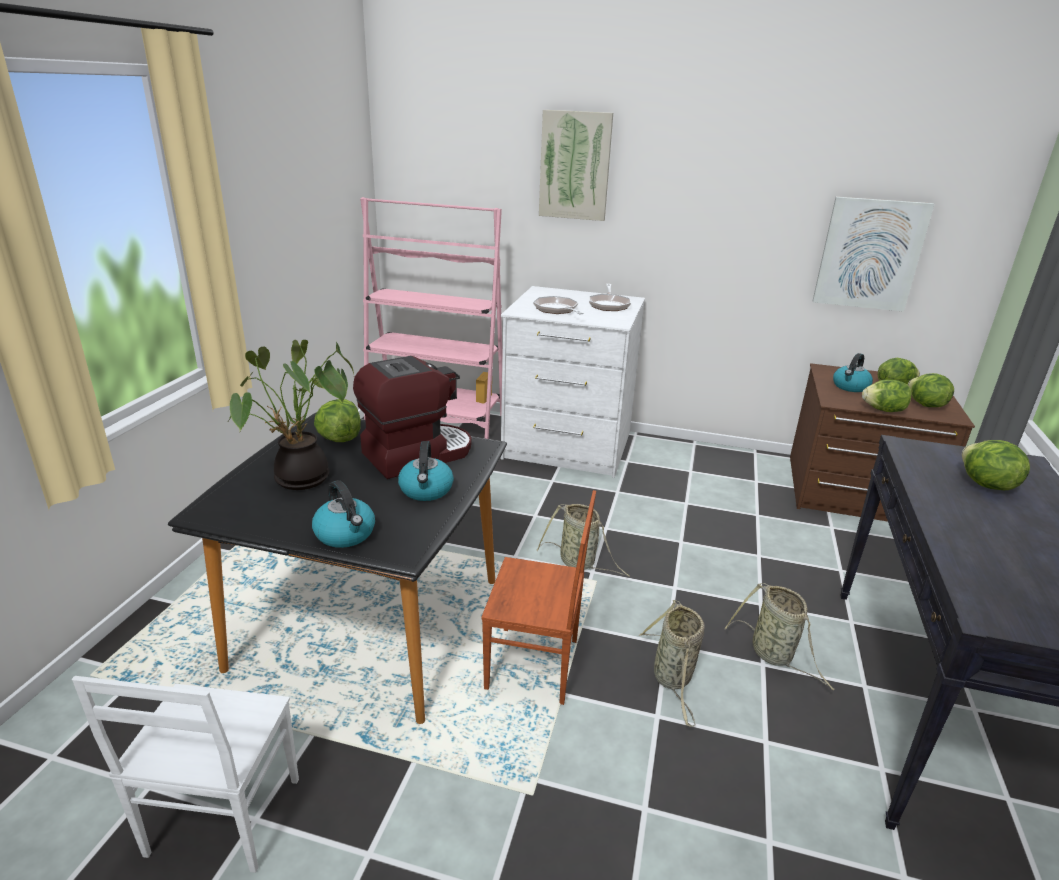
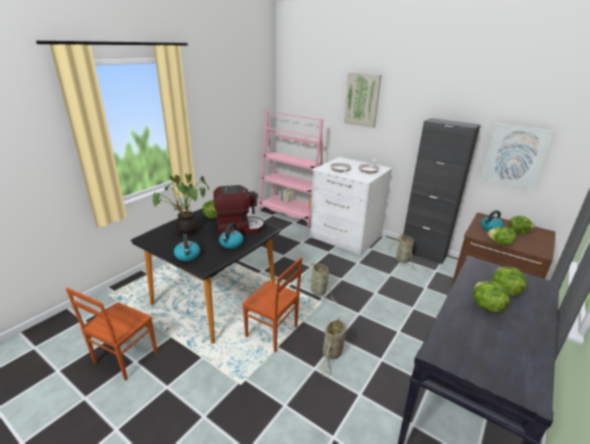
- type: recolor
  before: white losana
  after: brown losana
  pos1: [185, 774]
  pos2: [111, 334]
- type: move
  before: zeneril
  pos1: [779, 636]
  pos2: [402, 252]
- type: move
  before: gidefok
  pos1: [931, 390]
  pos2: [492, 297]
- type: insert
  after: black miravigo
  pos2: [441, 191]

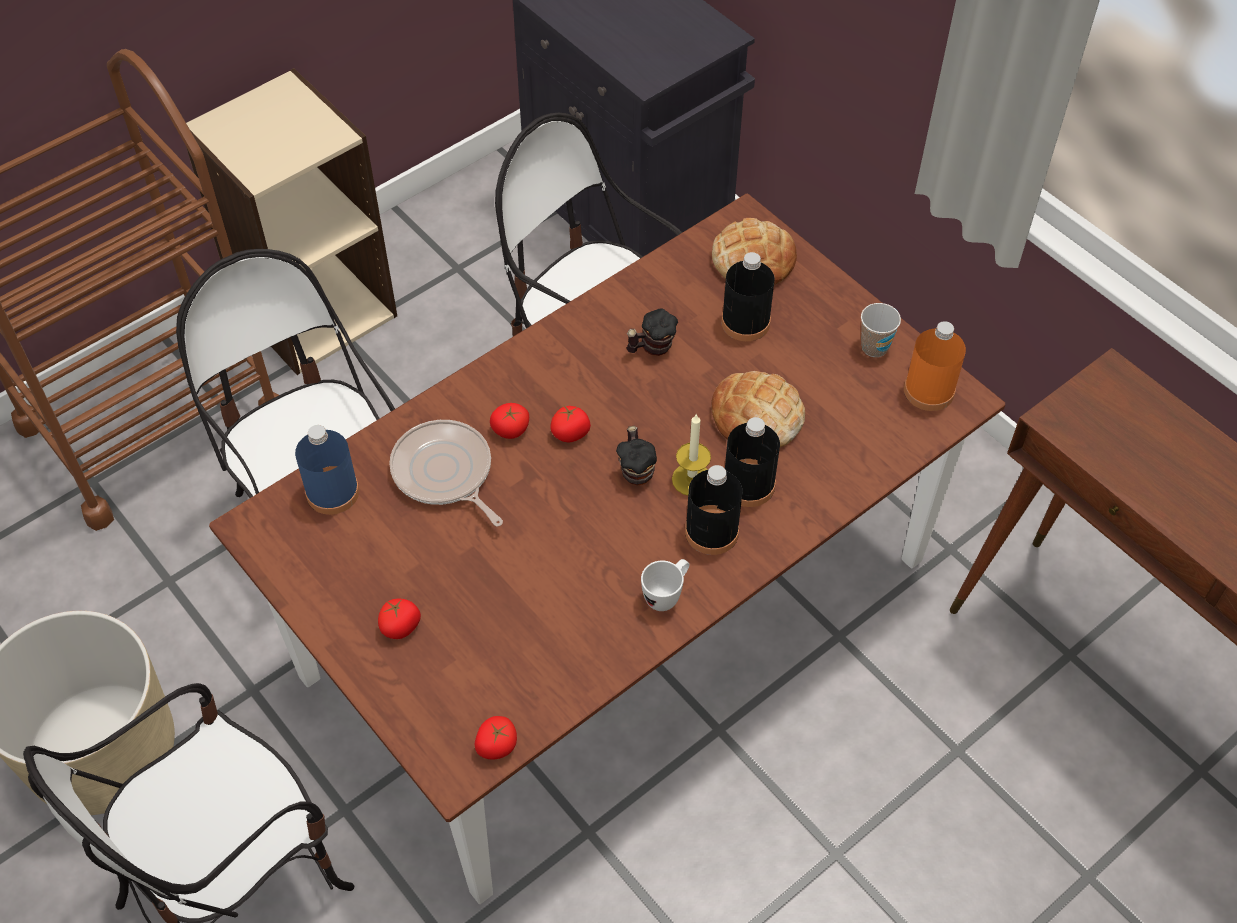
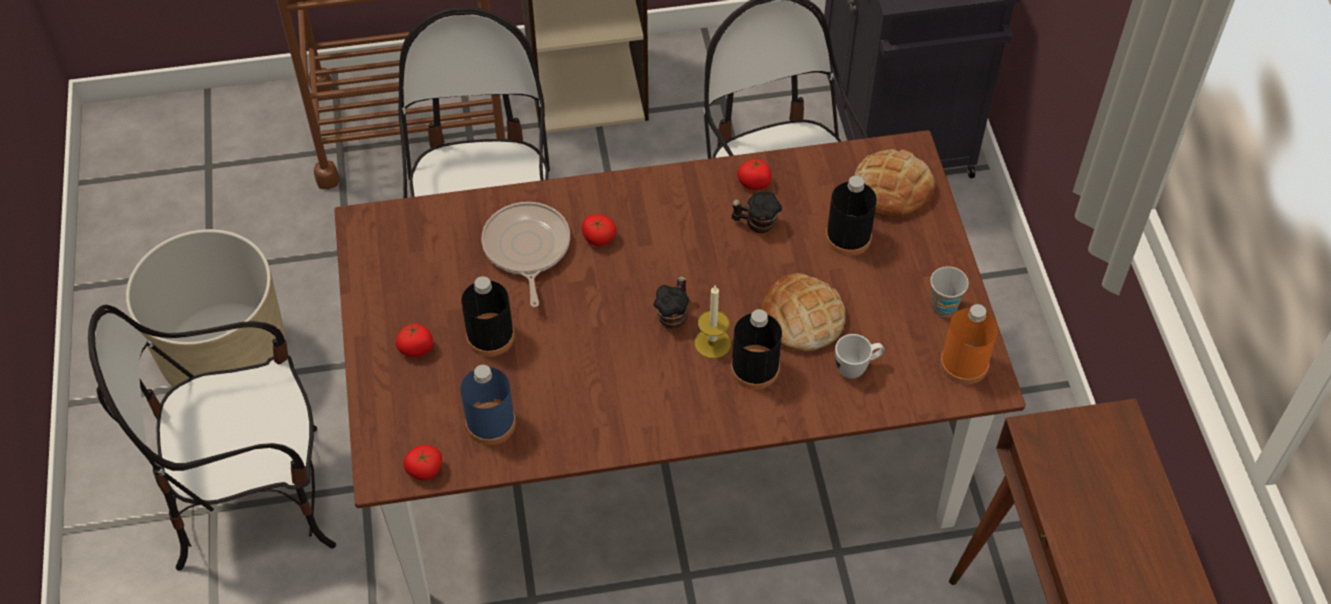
- type: move
  before: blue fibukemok
  pos1: [327, 470]
  pos2: [488, 405]
- type: move
  before: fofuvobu
  pos1: [570, 424]
  pos2: [754, 174]
- type: move
  before: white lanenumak
  pos1: [665, 585]
  pos2: [859, 356]
- type: move
  before: black fibukemok
  pos1: [713, 510]
  pos2: [487, 316]

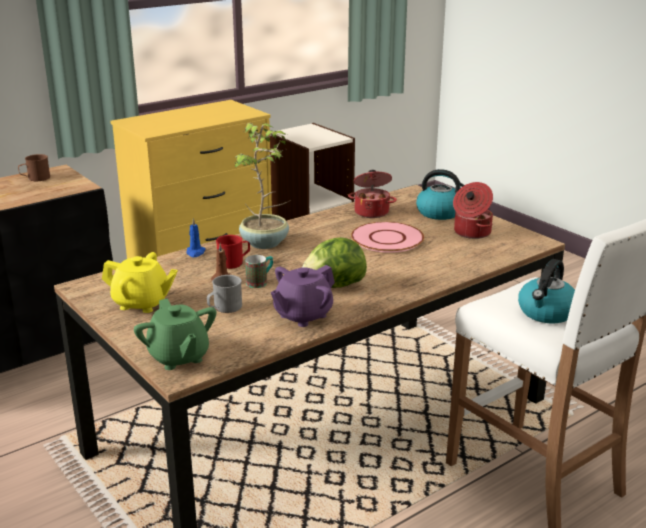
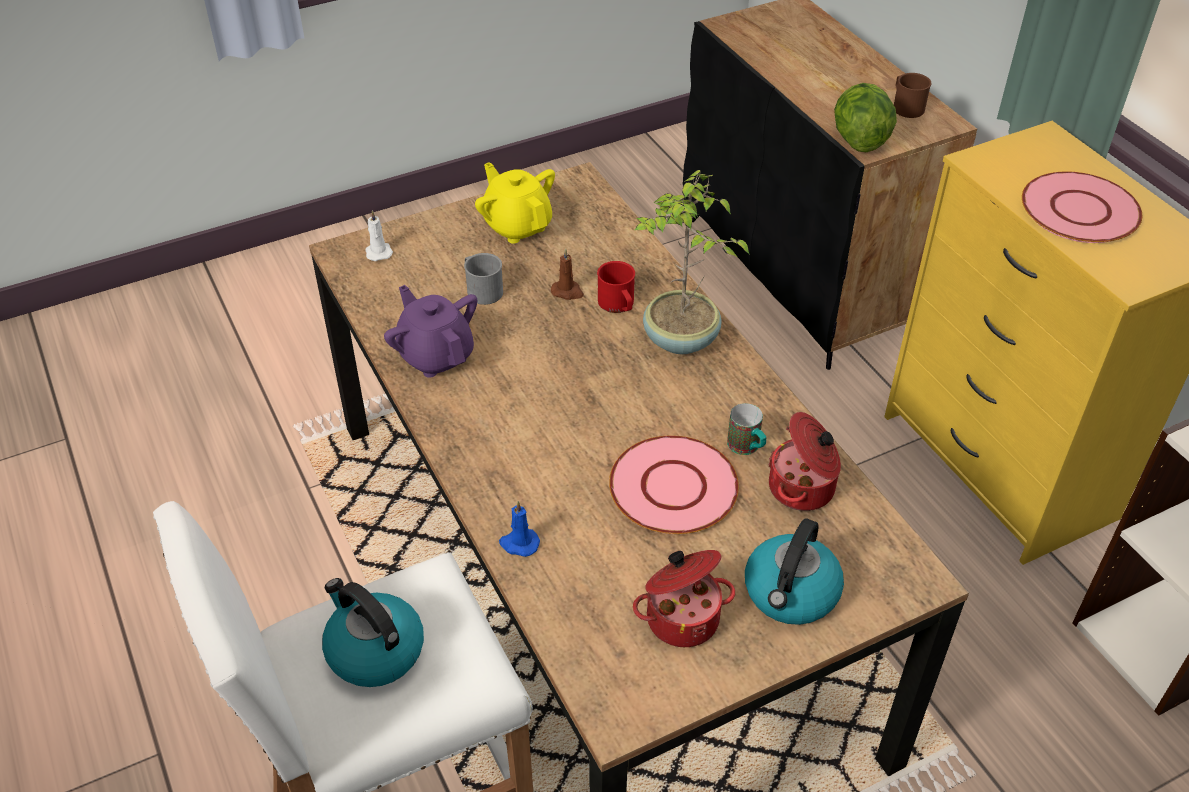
- type: rotate
  before: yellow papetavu
  pos1: [140, 282]
  pos2: [515, 203]
  turn: 120
- type: replace
  before: green papetavu
  after: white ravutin
  pos1: [175, 334]
  pos2: [379, 235]
- type: move
  before: blue ravutin
  pos1: [195, 237]
  pos2: [519, 529]
- type: move
  before: lanenumak
  pos1: [259, 271]
  pos2: [747, 429]
- type: move
  before: gidefok
  pos1: [334, 262]
  pos2: [865, 117]
- type: insert
  after: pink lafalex
  pos2: [1082, 207]

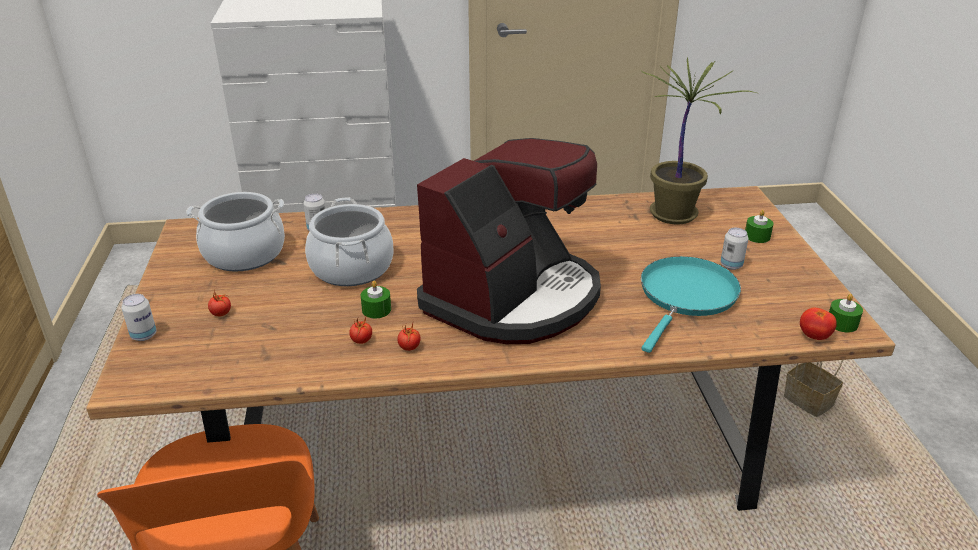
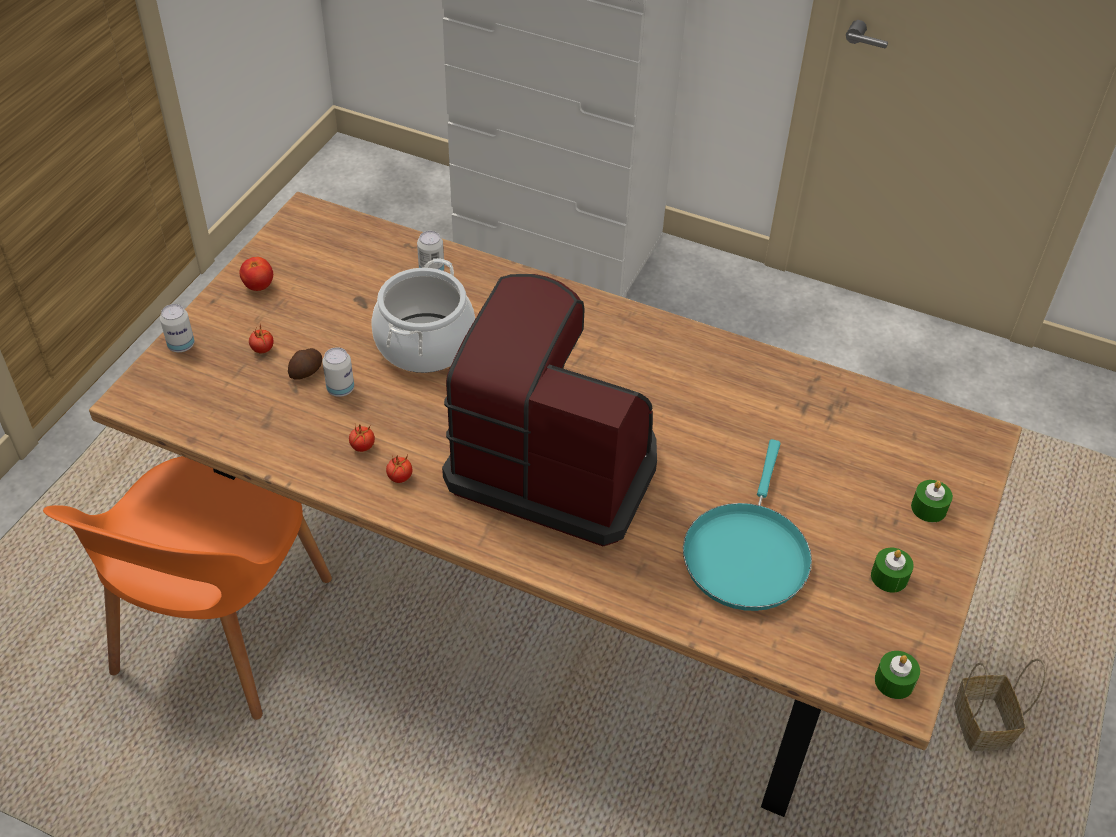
- type: delete
  before: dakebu
  pos1: [235, 232]
- type: move
  before: green ravutin
  pos1: [376, 300]
  pos2: [892, 570]
- type: rotate
  before: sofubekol
  pos1: [509, 241]
  pos2: [549, 410]
  turn: -135
- type: delete
  before: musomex
  pos1: [698, 141]
- type: rotate
  before: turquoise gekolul
  pos1: [691, 304]
  pos2: [747, 525]
  turn: 135
- type: move
  before: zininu
  pos1: [734, 249]
  pos2: [338, 372]
- type: move
  before: fofuvobu
  pos1: [818, 323]
  pos2: [256, 274]
- type: insert
  after: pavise
  pos2: [305, 364]

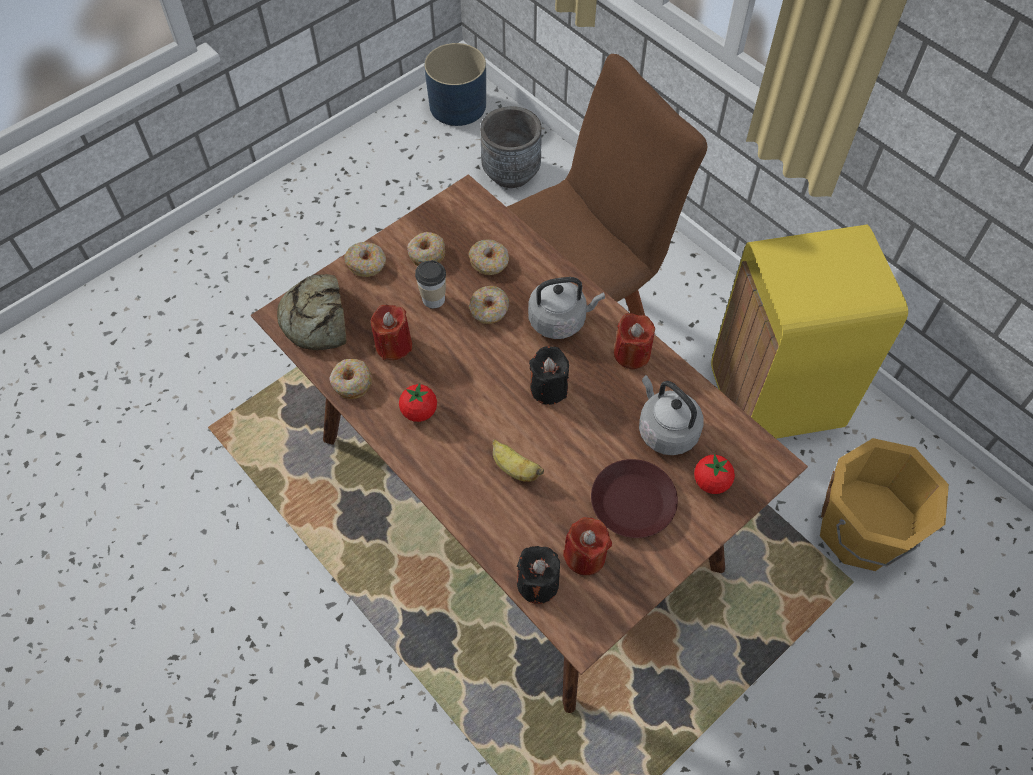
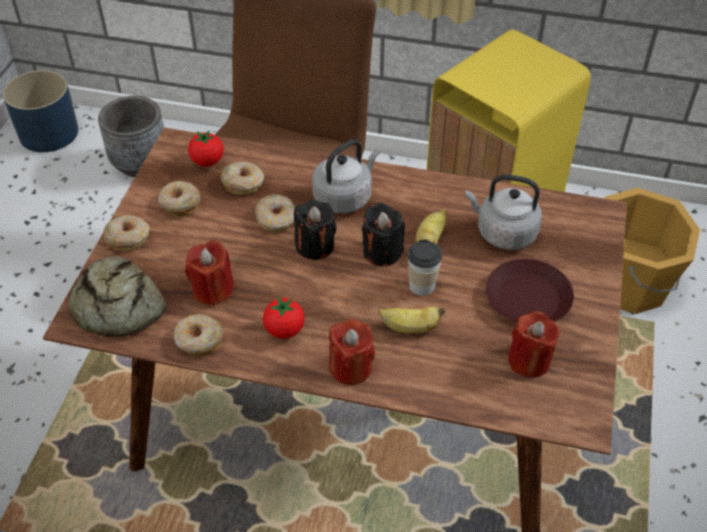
- type: move
  before: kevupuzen
  pos1: [430, 284]
  pos2: [424, 268]
- type: move
  before: black ravutin
  pos1: [538, 575]
  pos2: [315, 229]
- type: move
  before: red ravutin
  pos1: [634, 341]
  pos2: [352, 352]
- type: move
  before: fofuvobu
  pos1: [714, 474]
  pos2: [206, 148]
- type: insert
  after: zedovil
  pos2: [431, 226]

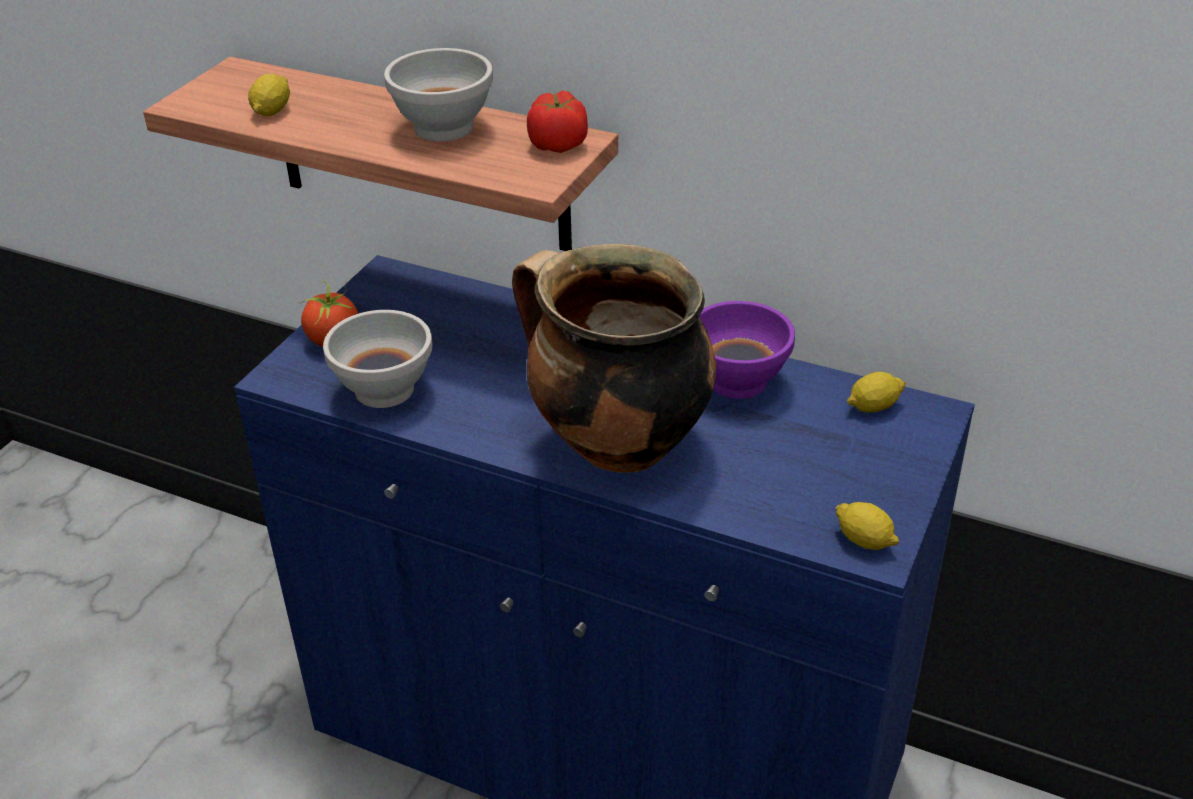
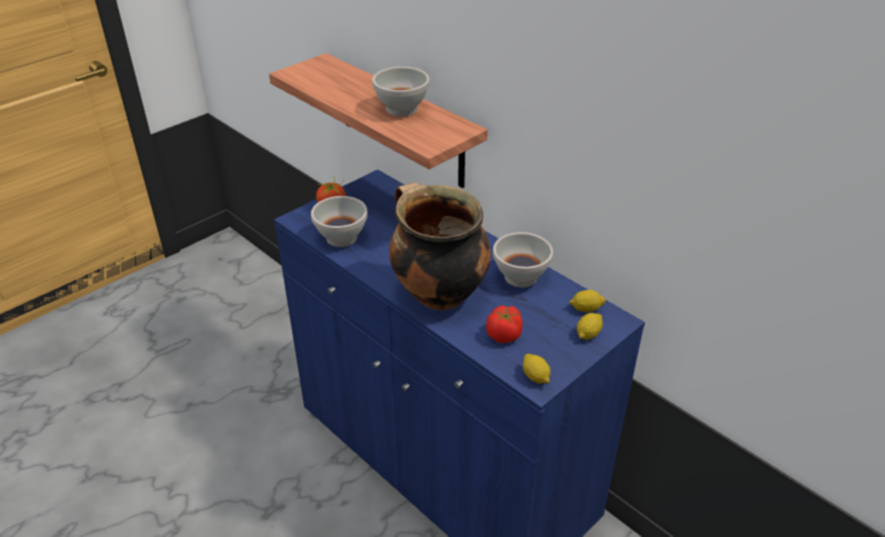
- type: move
  before: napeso
  pos1: [269, 95]
  pos2: [590, 326]
- type: move
  before: fofuvobu
  pos1: [557, 122]
  pos2: [504, 324]
- type: recolor
  before: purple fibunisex
  after: white fibunisex
  pos1: [747, 350]
  pos2: [523, 259]

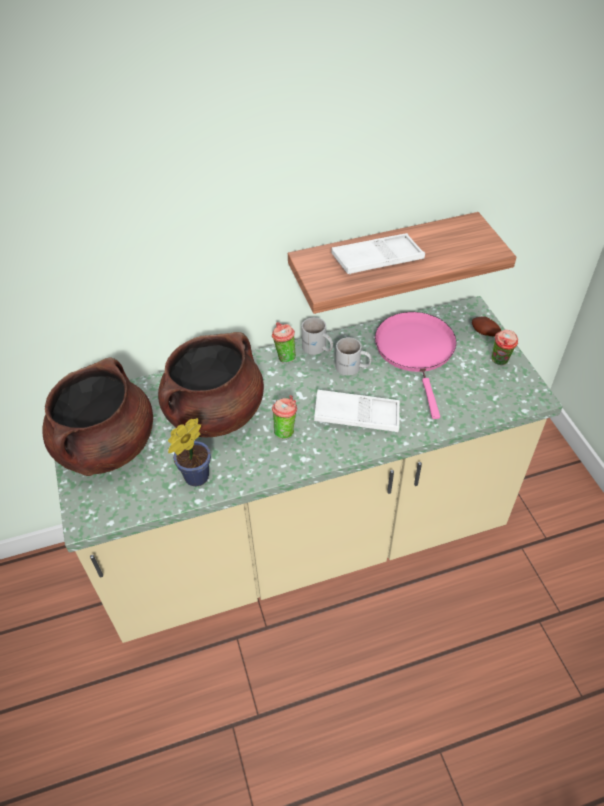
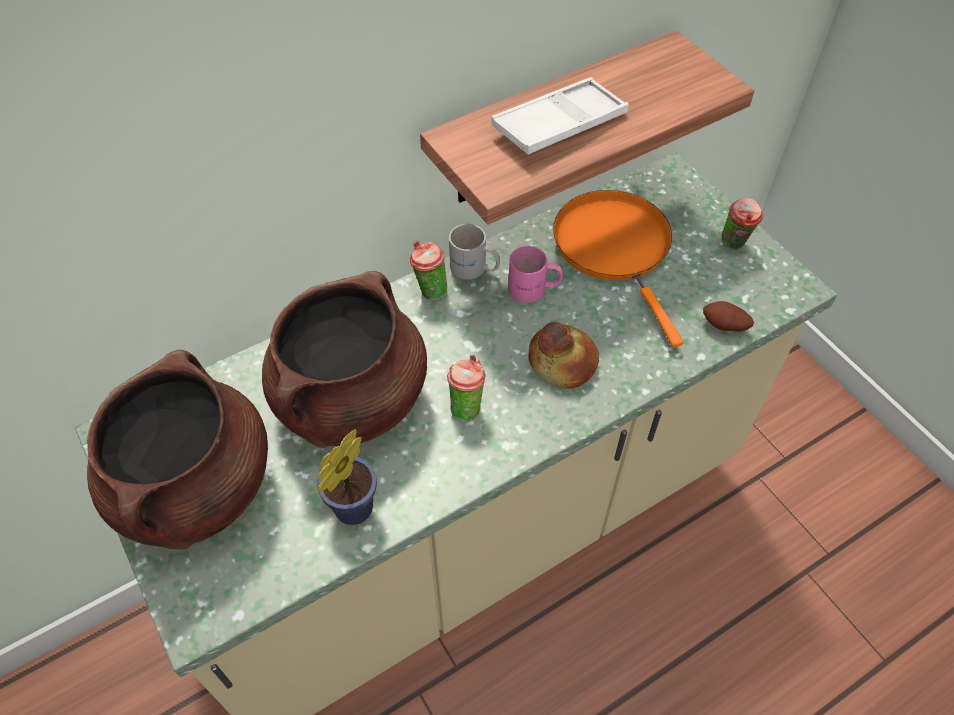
- type: replace
  before: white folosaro
  after: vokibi
  pos1: [357, 411]
  pos2: [563, 355]
- type: recolor
  before: white lanenumak
  after: pink lanenumak
  pos1: [354, 356]
  pos2: [535, 274]
- type: recolor
  before: pink gekolul
  after: orange gekolul
  pos1: [416, 365]
  pos2: [618, 269]
- type: move
  before: pavise
  pos1: [486, 326]
  pos2: [728, 316]

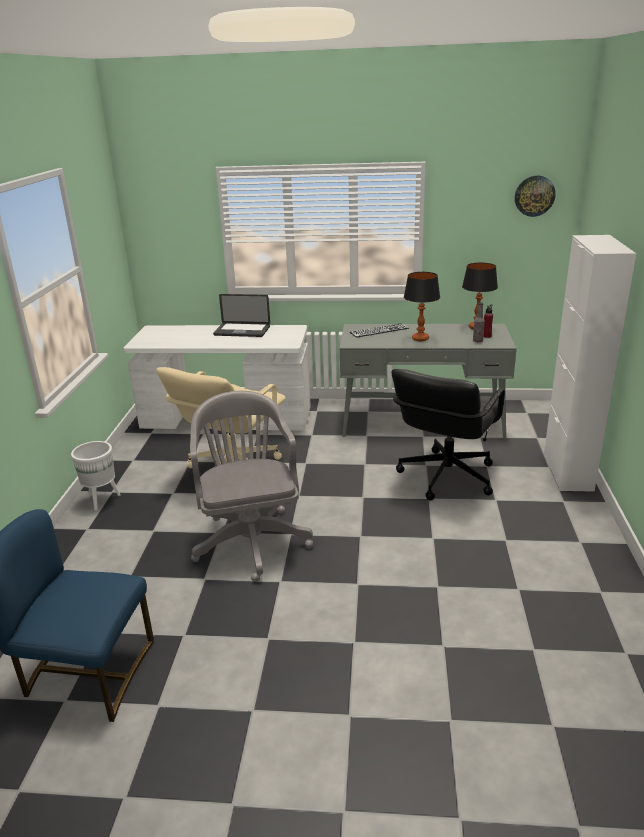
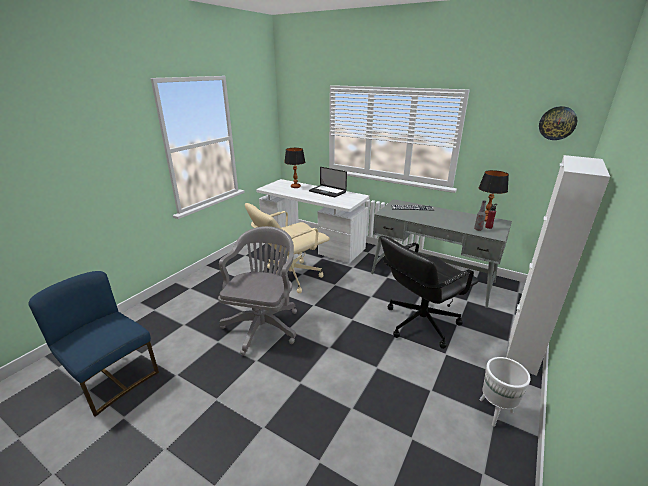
- type: move
  before: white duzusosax
  pos1: [96, 475]
  pos2: [505, 392]
- type: move
  before: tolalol
  pos1: [422, 306]
  pos2: [294, 168]

